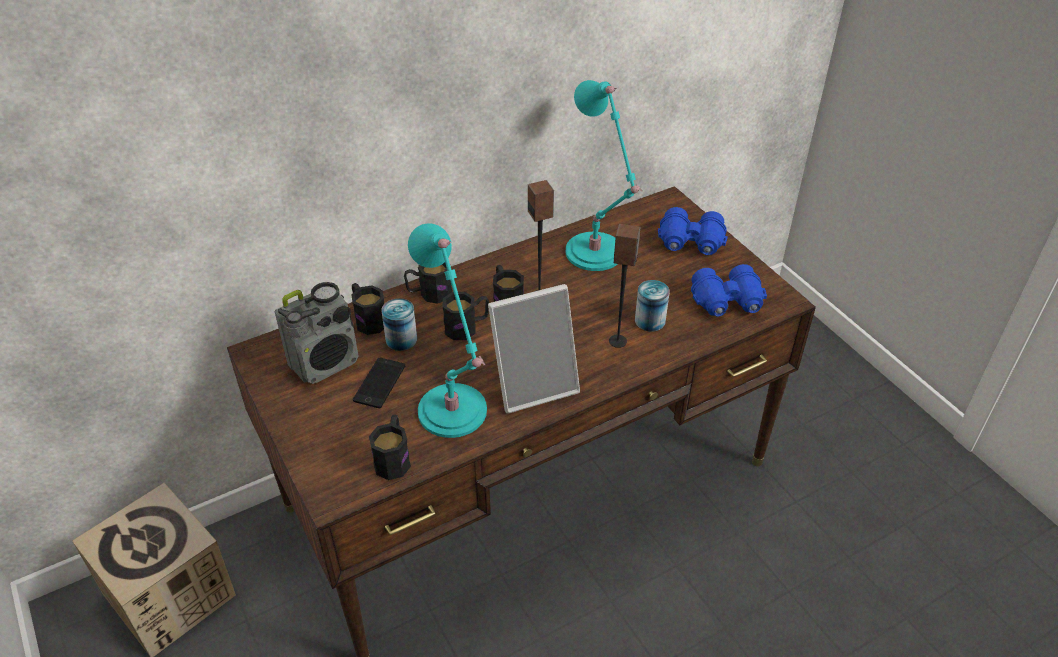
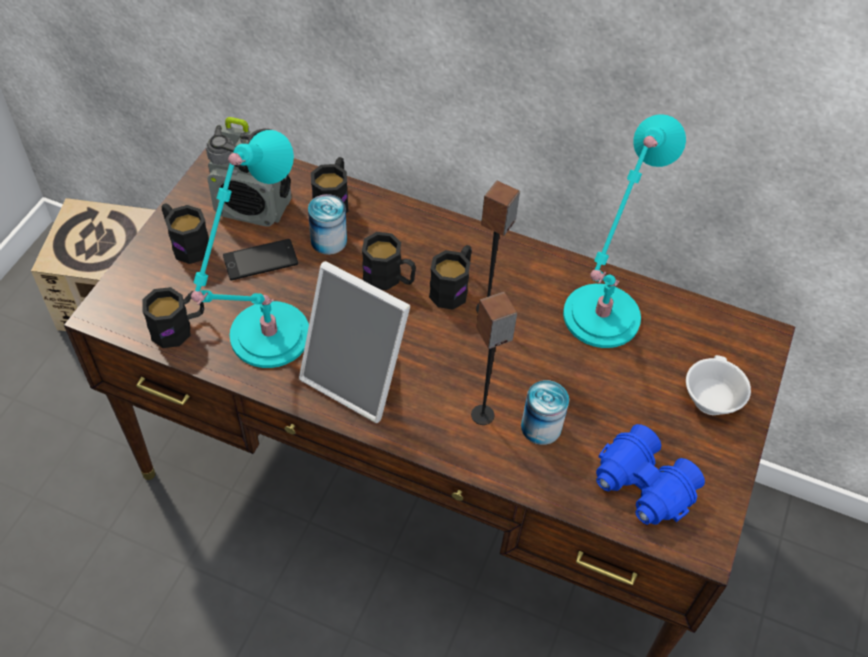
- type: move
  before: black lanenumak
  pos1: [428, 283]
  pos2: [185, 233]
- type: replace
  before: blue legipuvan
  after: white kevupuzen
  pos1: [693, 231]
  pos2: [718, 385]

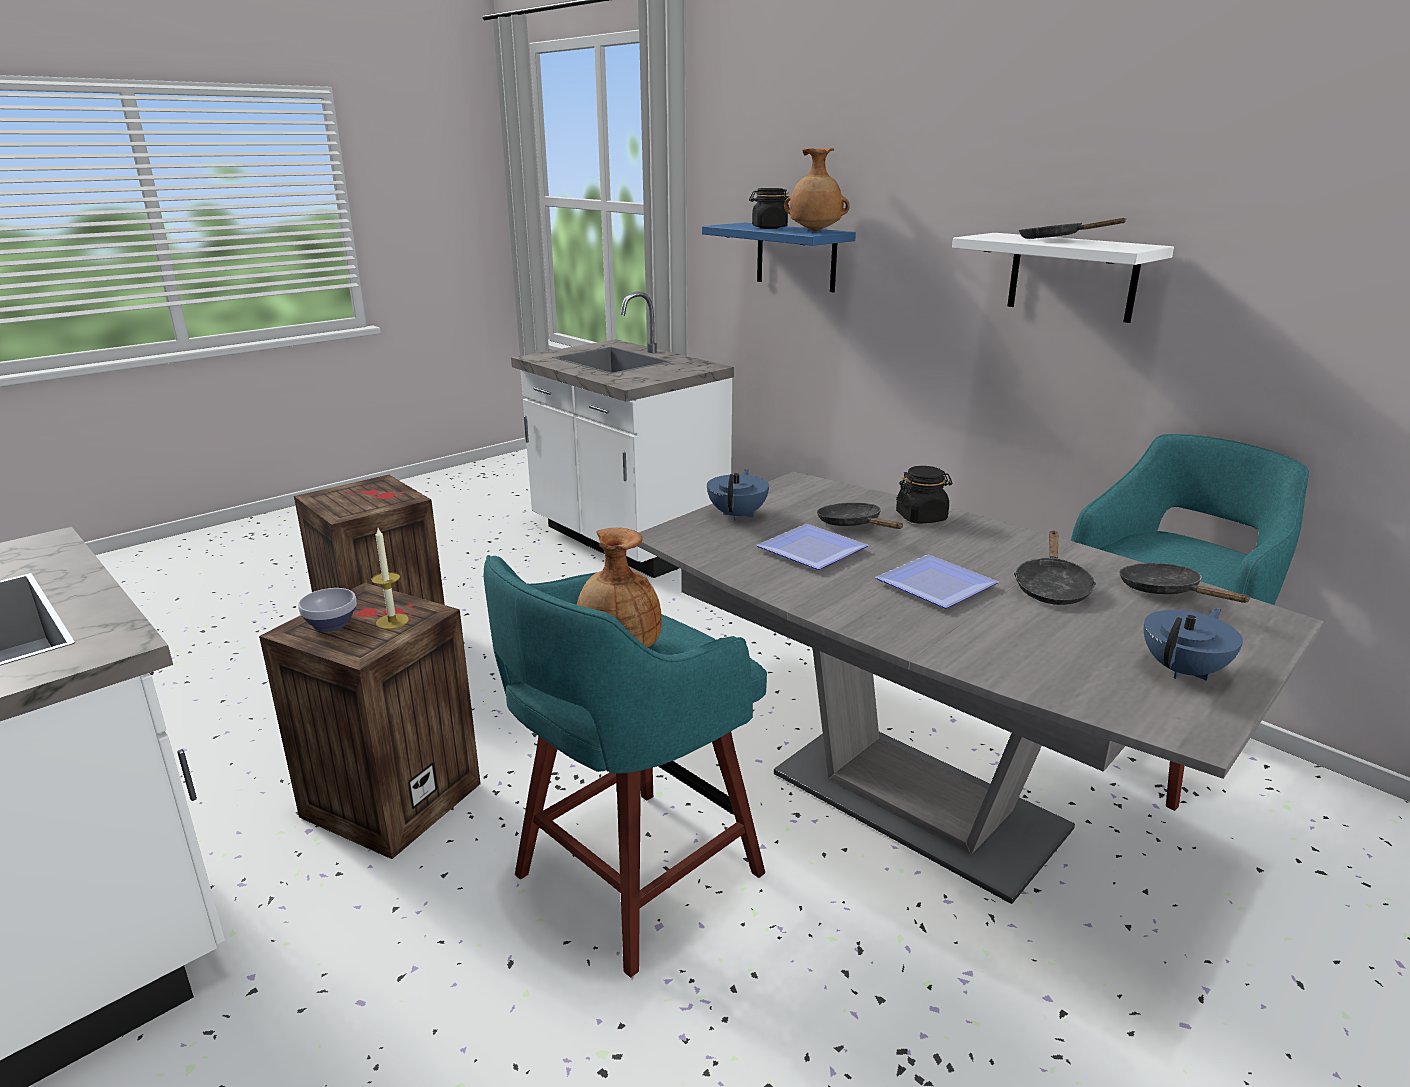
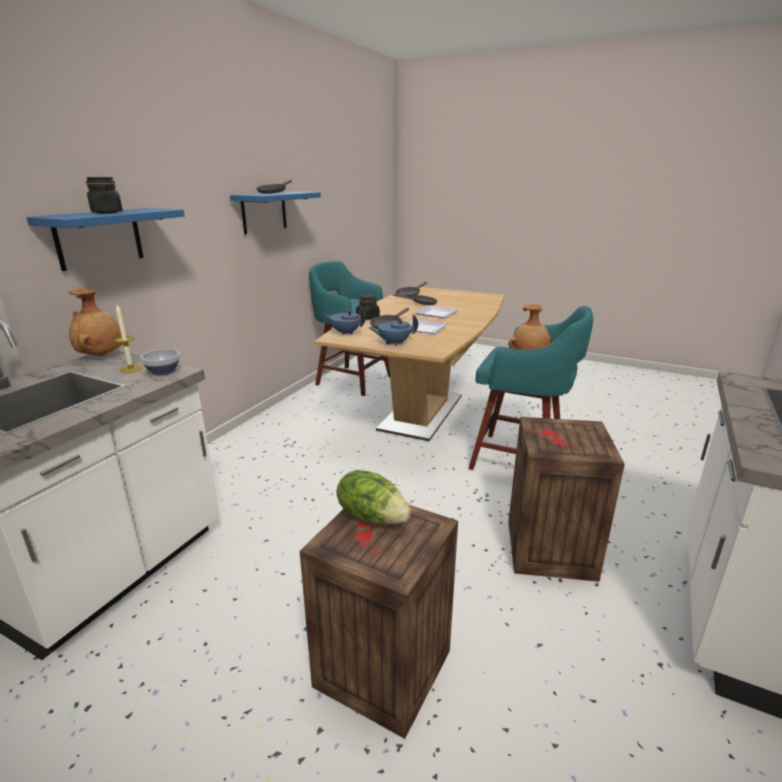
- type: move
  before: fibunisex
  pos1: [327, 610]
  pos2: [160, 362]
- type: move
  before: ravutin
  pos1: [390, 578]
  pos2: [128, 339]
- type: recolor
  before: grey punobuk
  after: brown punobuk
  pos1: [981, 688]
  pos2: [410, 364]
- type: move
  before: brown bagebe
  pos1: [817, 189]
  pos2: [96, 322]
- type: recolor
  before: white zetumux
  after: blue zetumux
  pos1: [1063, 278]
  pos2: [275, 212]
- type: move
  before: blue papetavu
  pos1: [1193, 644]
  pos2: [345, 321]
- type: insert
  after: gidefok
  pos2: [373, 497]

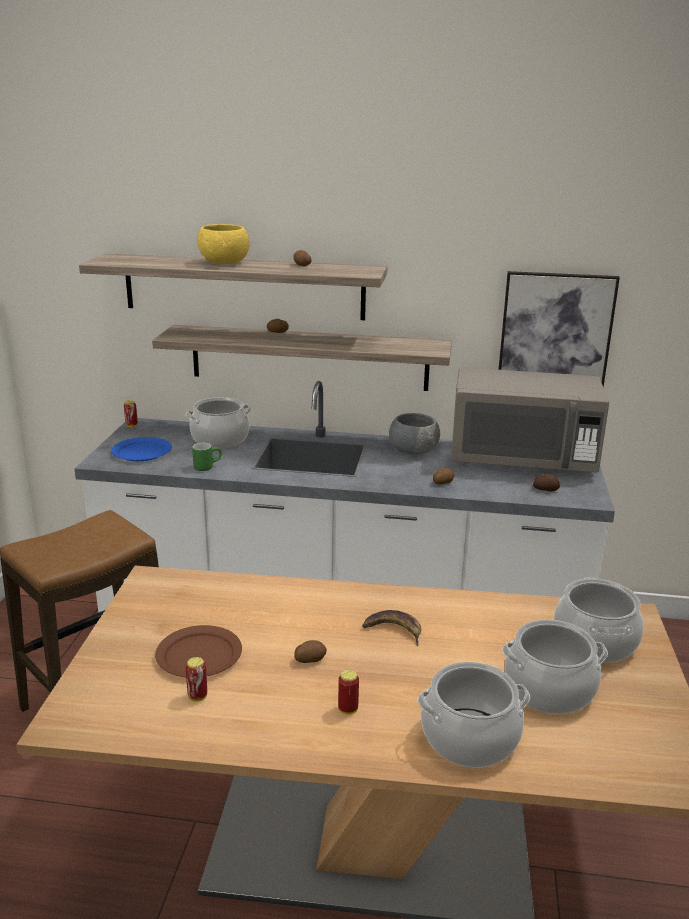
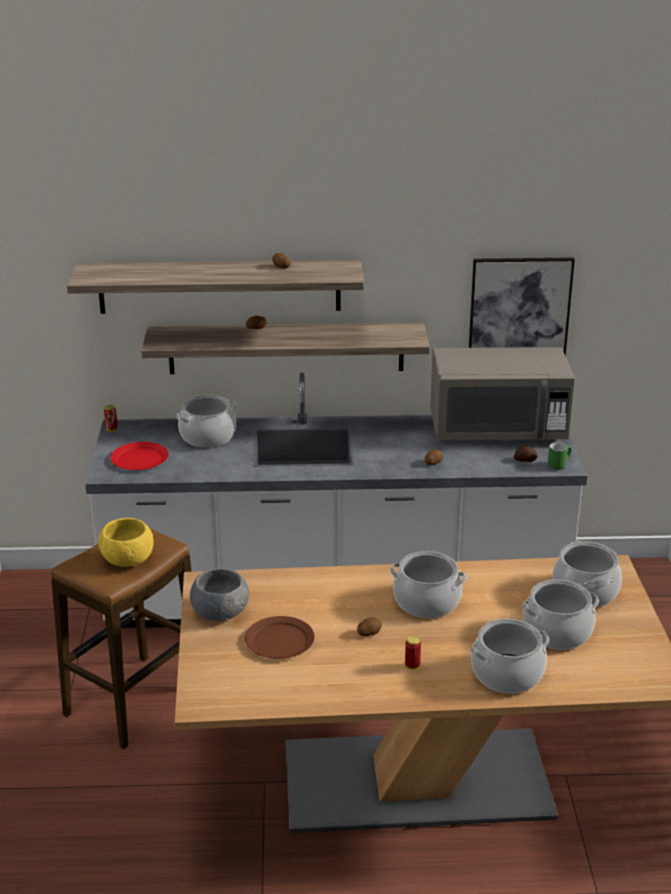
- type: recolor
  before: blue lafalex
  after: red lafalex
  pos1: [141, 449]
  pos2: [139, 456]
- type: delete
  before: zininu
  pos1: [196, 679]
- type: move
  before: green lanenumak
  pos1: [207, 457]
  pos2: [560, 456]
- type: move
  before: yellow fibunisex
  pos1: [223, 244]
  pos2: [126, 542]
- type: replace
  before: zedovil
  after: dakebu
  pos1: [391, 628]
  pos2: [428, 584]
- type: move
  before: grey fibunisex
  pos1: [414, 434]
  pos2: [219, 594]

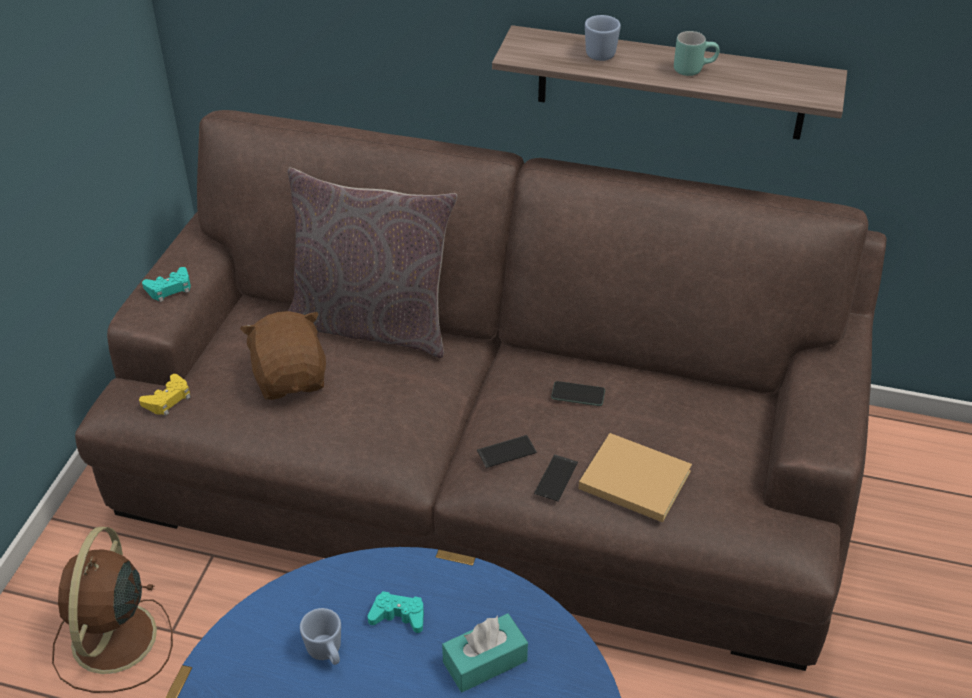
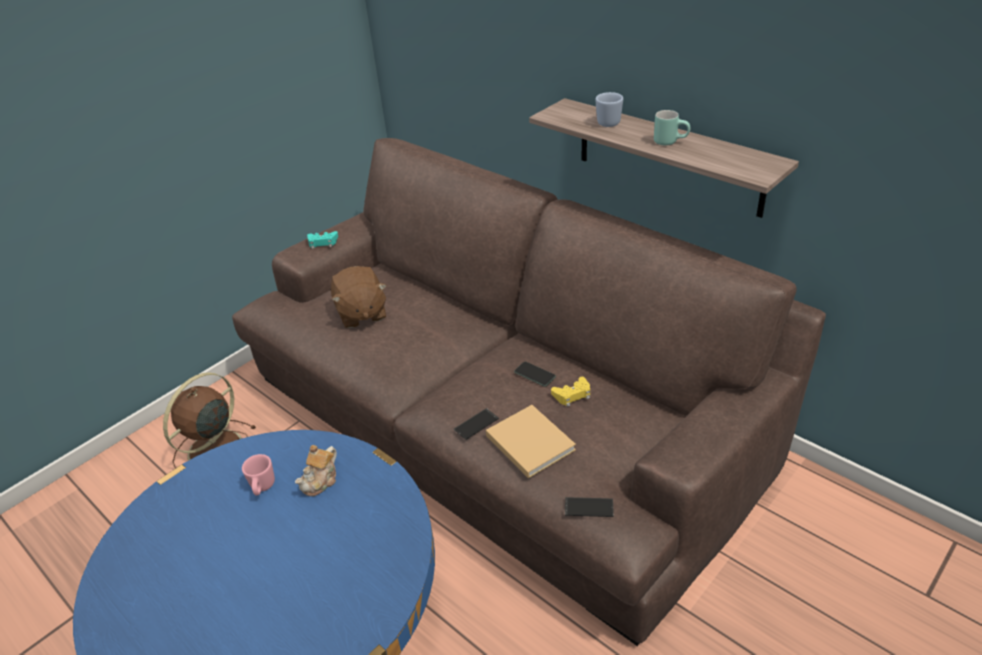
- type: move
  before: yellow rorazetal
  pos1: [165, 395]
  pos2: [570, 392]
- type: rotate
  before: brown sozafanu
  pos1: [283, 355]
  pos2: [359, 297]
  turn: 150
- type: delete
  before: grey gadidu
  pos1: [372, 263]
- type: recolor
  before: blue lanenumak
  after: pink lanenumak
  pos1: [320, 636]
  pos2: [258, 474]
- type: replace
  before: turquoise rorazetal
  after: papetavu
  pos1: [396, 612]
  pos2: [316, 470]
- type: delete
  before: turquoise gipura
  pos1: [485, 652]
- type: move
  before: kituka
  pos1: [507, 451]
  pos2: [589, 507]

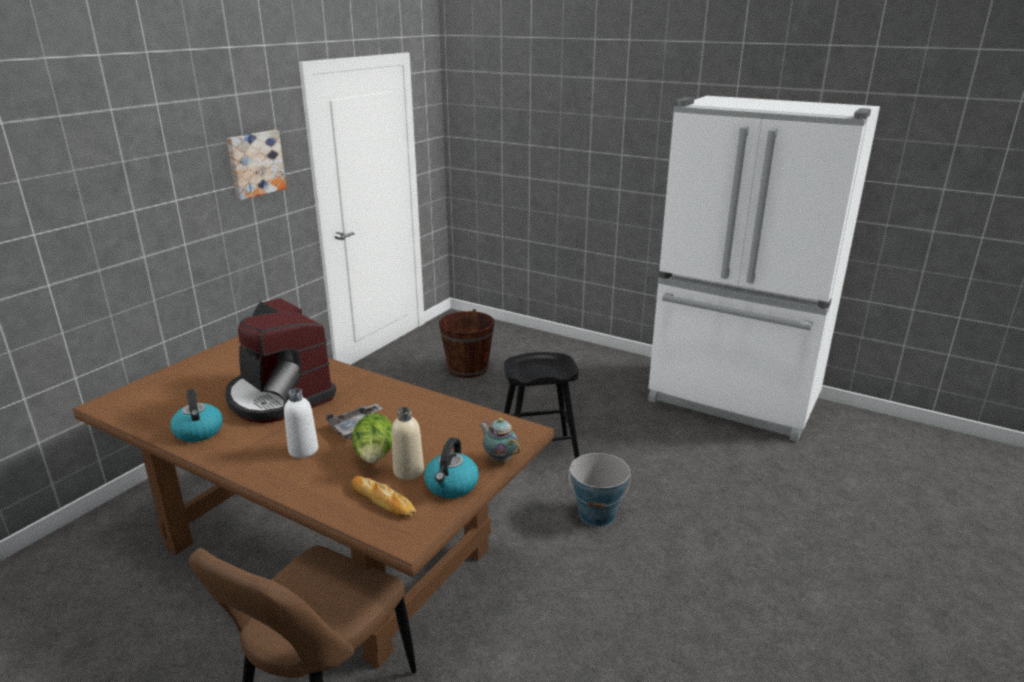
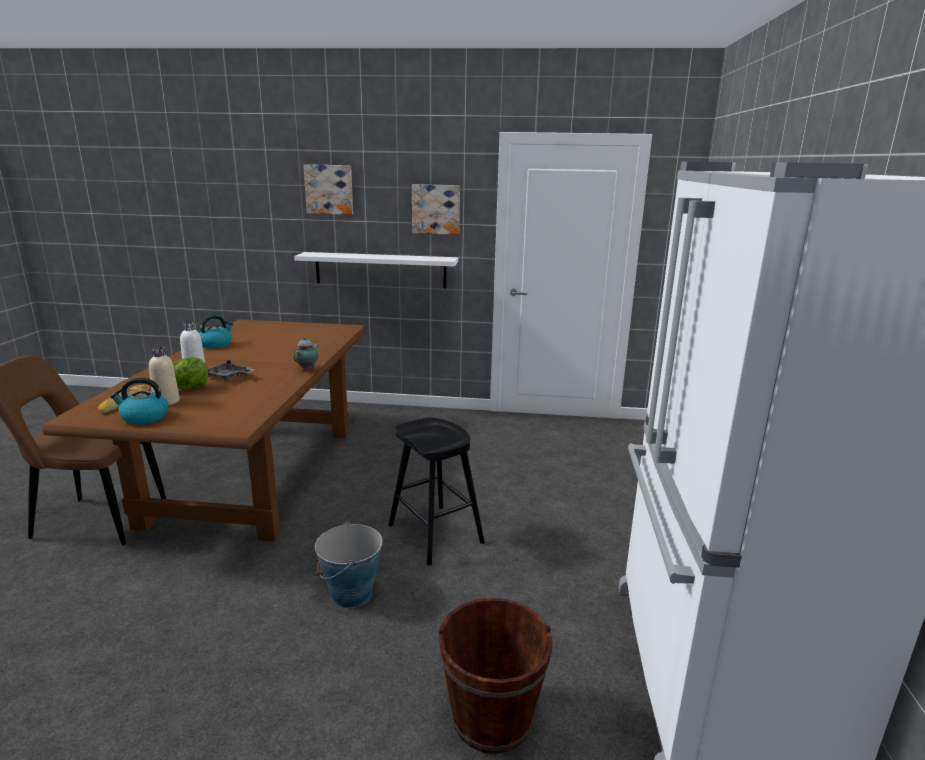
- type: delete
  before: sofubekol
  pos1: [280, 360]
- type: move
  before: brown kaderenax
  pos1: [466, 343]
  pos2: [495, 676]
- type: move
  before: papetavu
  pos1: [499, 440]
  pos2: [306, 353]
- type: insert
  after: white zetumux
  pos2: [376, 270]
- type: insert
  after: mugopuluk
  pos2: [328, 189]

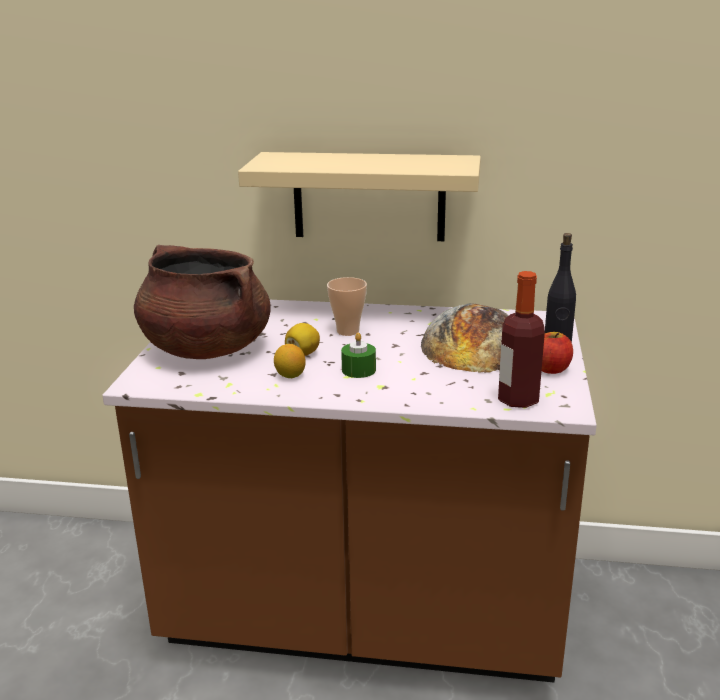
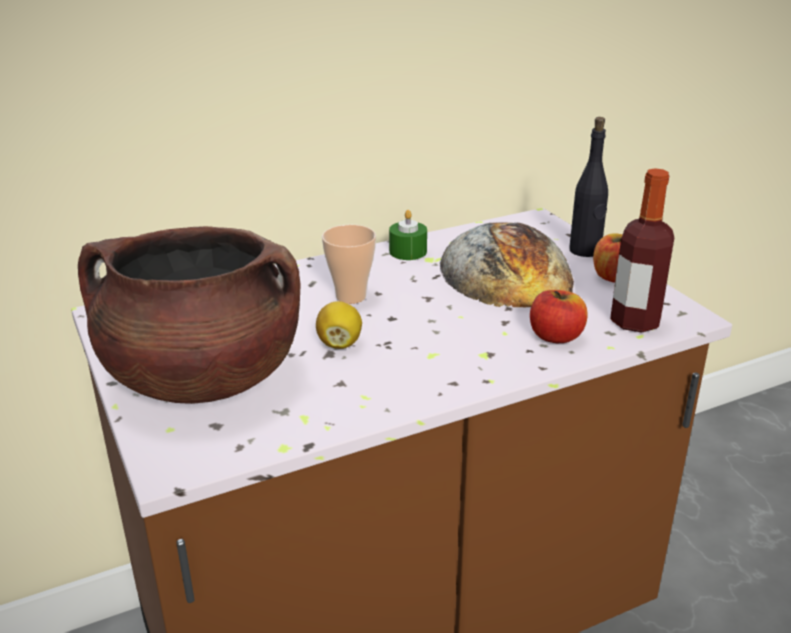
- type: delete
  before: beige zetumux
  pos1: [359, 196]
- type: delete
  before: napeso
  pos1: [290, 361]
- type: move
  before: green ravutin
  pos1: [358, 355]
  pos2: [408, 235]
- type: insert
  after: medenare
  pos2: [558, 316]

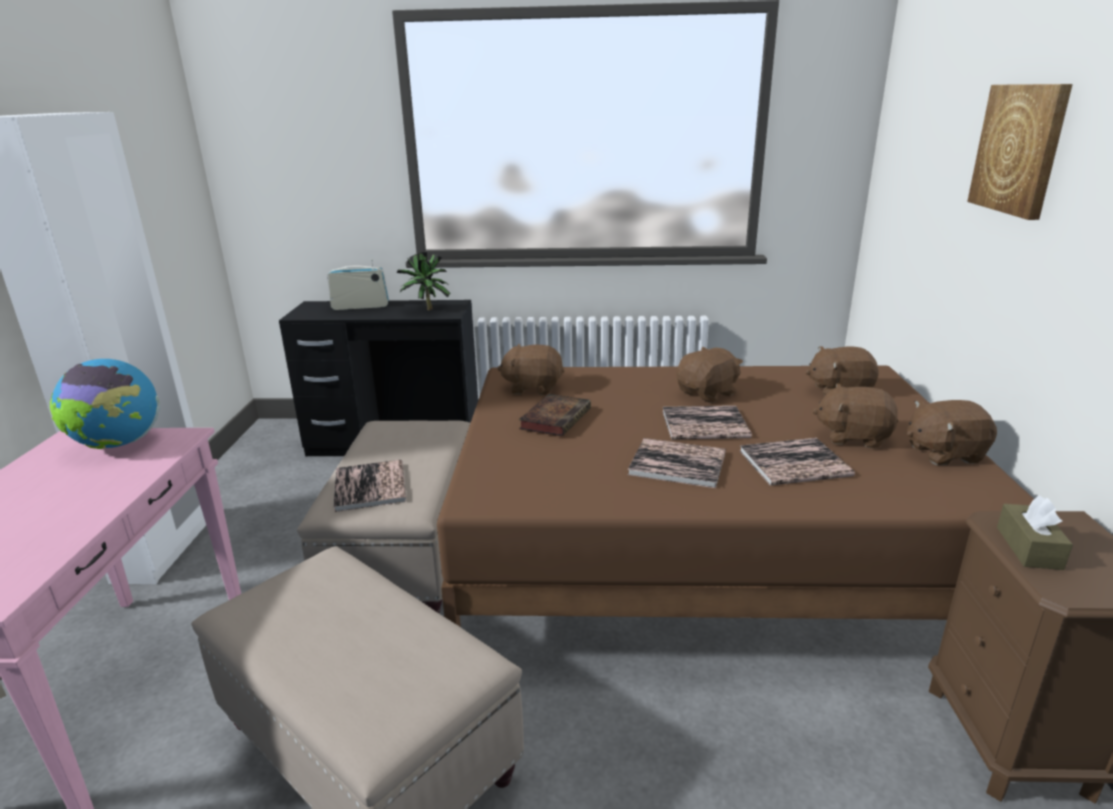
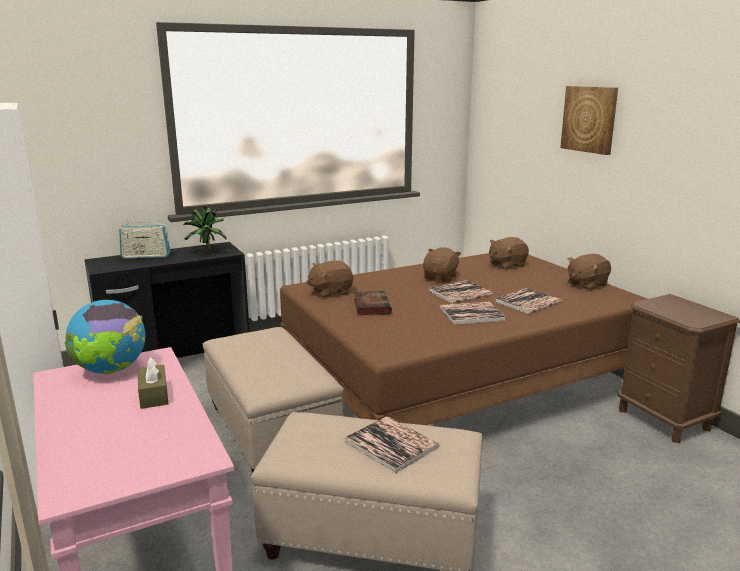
- type: rotate
  before: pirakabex
  pos1: [358, 284]
  pos2: [144, 239]
  turn: -150
- type: move
  before: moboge
  pos1: [369, 486]
  pos2: [392, 444]
- type: delete
  before: brown sozafanu
  pos1: [855, 416]
- type: move
  before: brown gipura
  pos1: [1035, 532]
  pos2: [153, 383]

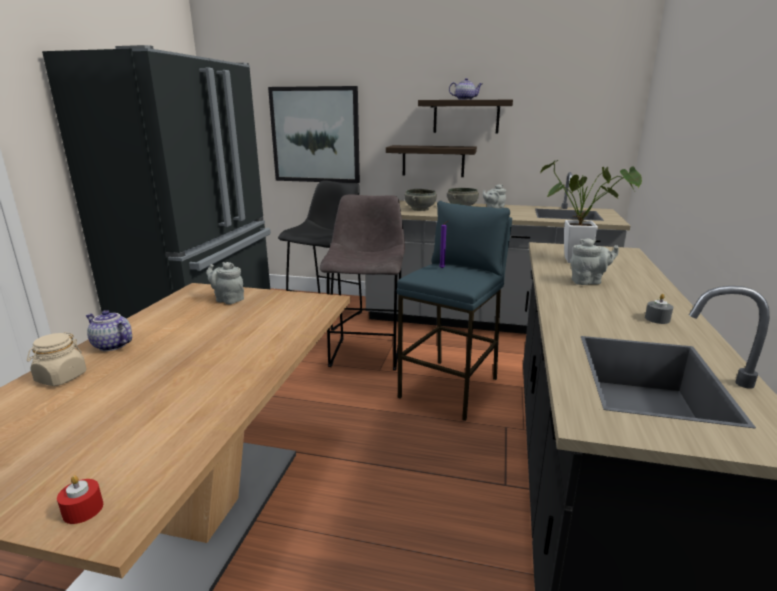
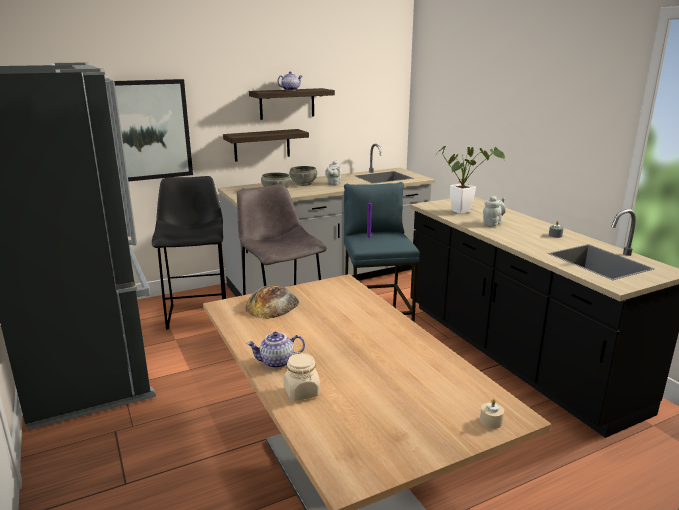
- type: recolor
  before: red ravutin
  after: beige ravutin
  pos1: [80, 499]
  pos2: [492, 414]
- type: replace
  before: grey papetavu
  after: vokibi
  pos1: [225, 283]
  pos2: [272, 302]

